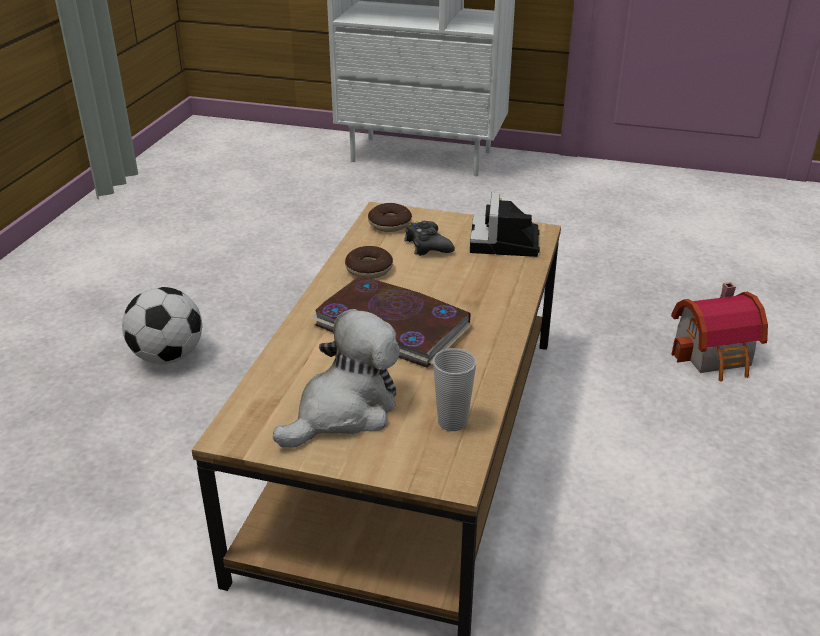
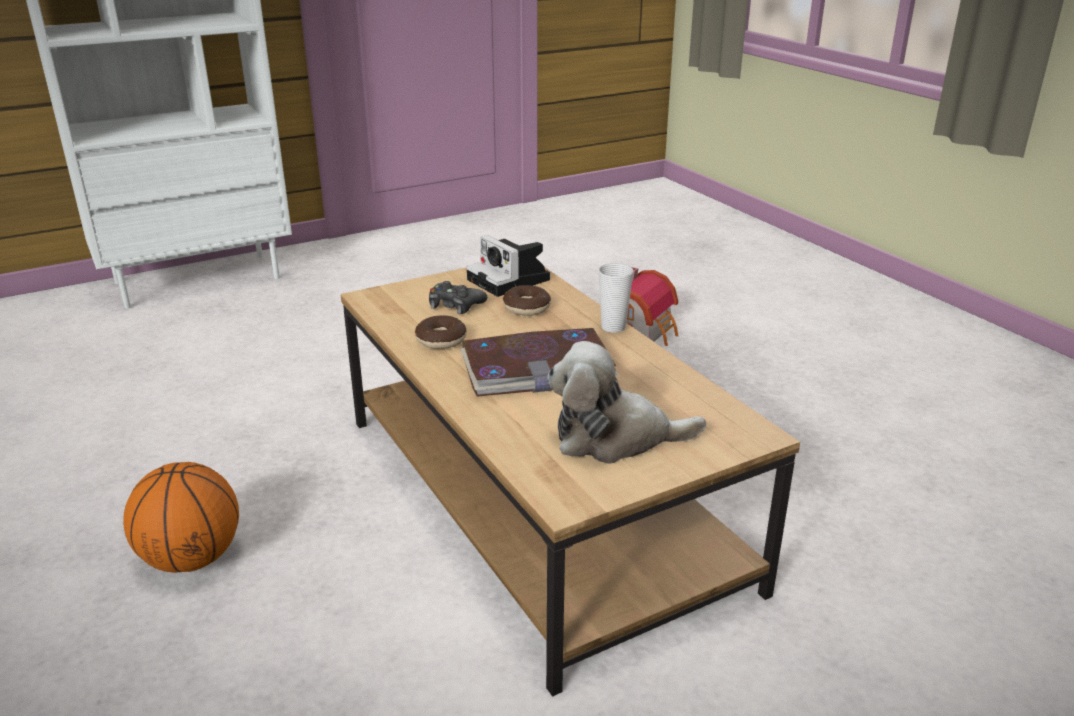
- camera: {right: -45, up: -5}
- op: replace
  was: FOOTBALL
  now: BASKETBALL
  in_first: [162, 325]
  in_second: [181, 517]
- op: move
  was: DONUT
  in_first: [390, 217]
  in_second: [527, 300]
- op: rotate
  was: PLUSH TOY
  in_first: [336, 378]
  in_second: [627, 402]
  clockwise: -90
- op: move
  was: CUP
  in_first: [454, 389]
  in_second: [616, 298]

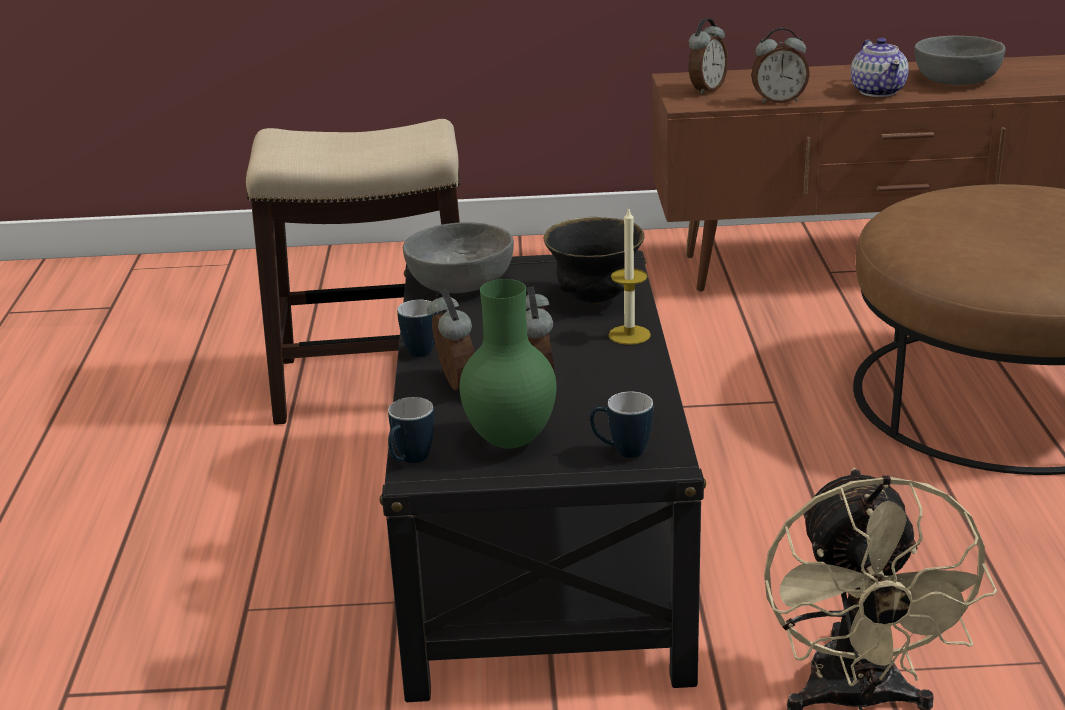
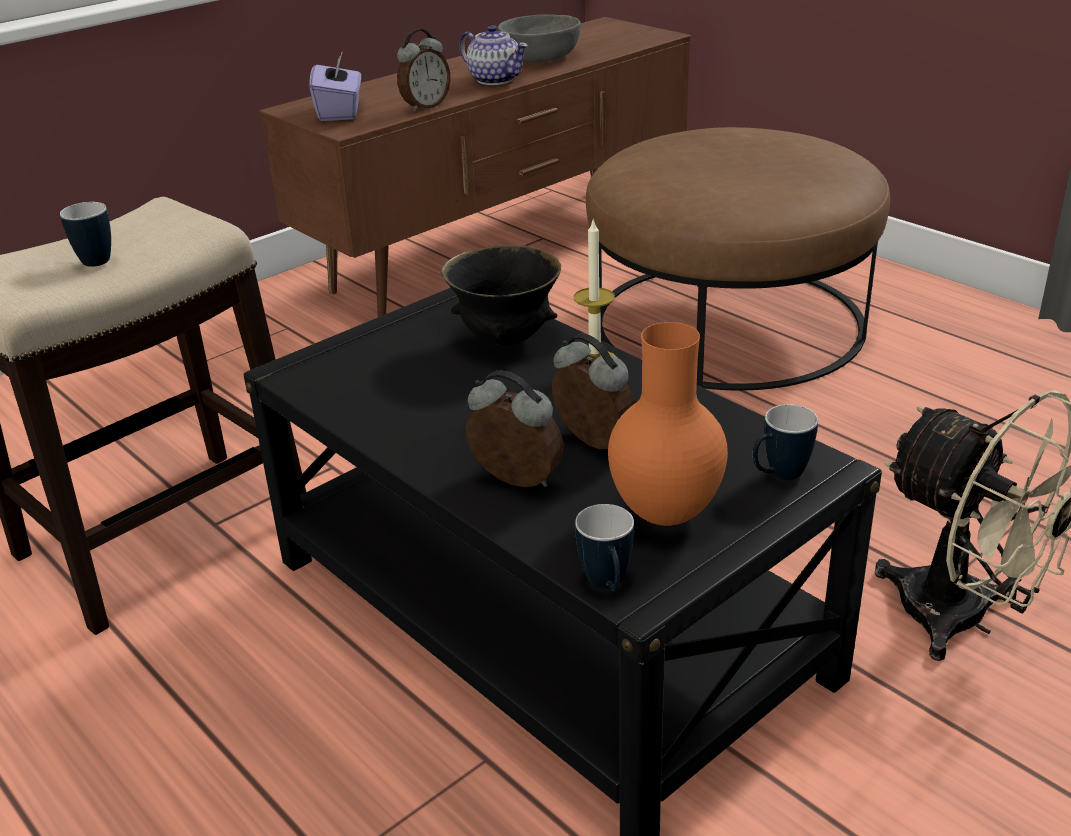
- camera: {right: -40, up: 5}
- op: move
  was: MUG
  in_first: [417, 328]
  in_second: [85, 234]
- op: replace
  was: ALARM CLOCK
  now: PURPLE TISSUE BOX
  in_first: [708, 56]
  in_second: [335, 86]
- op: recolor
  was: GREEN VASE
  now: ORANGE VASE
  in_first: [508, 364]
  in_second: [668, 424]
- op: delete
  was: GREY BOWL
  in_first: [458, 257]

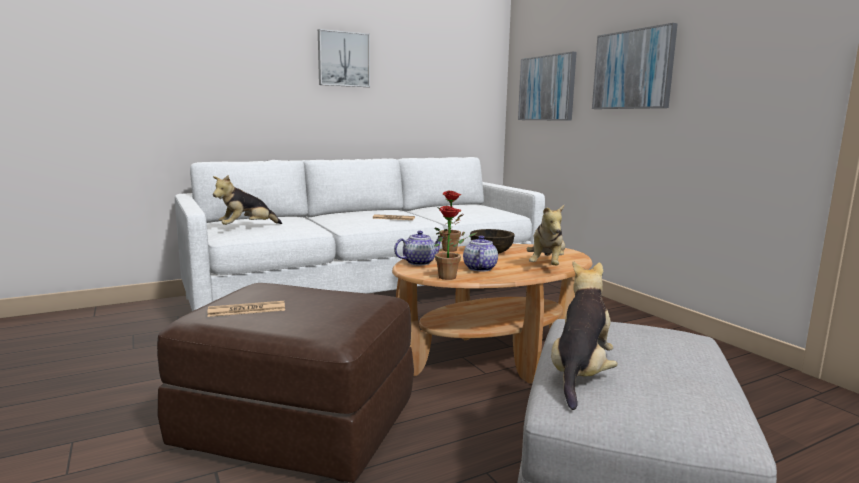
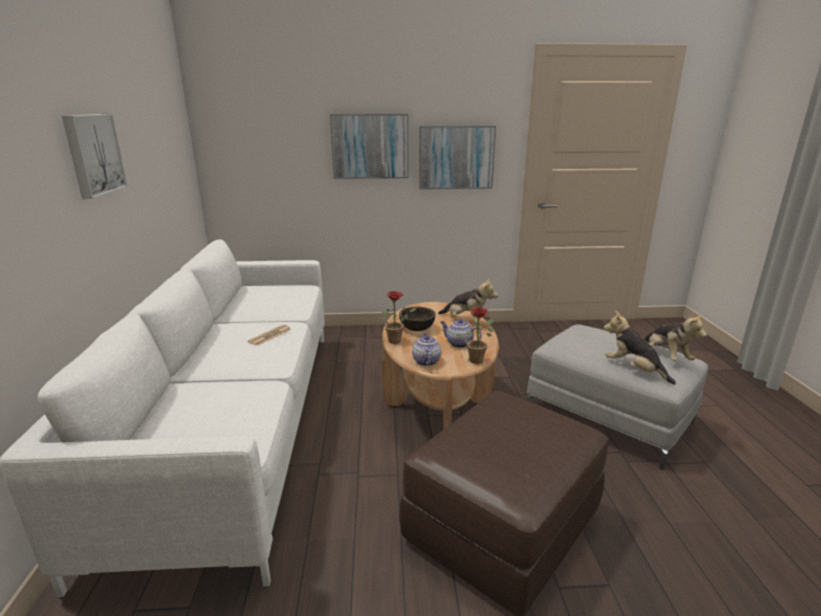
- camera: {right: -65, up: 10}
- op: move
  was: PICTURE
  in_first: [547, 86]
  in_second: [457, 157]
- op: move
  was: PLUSH TOY
  in_first: [247, 200]
  in_second: [674, 336]
- op: delete
  was: NEWSPAPER
  in_first: [246, 309]

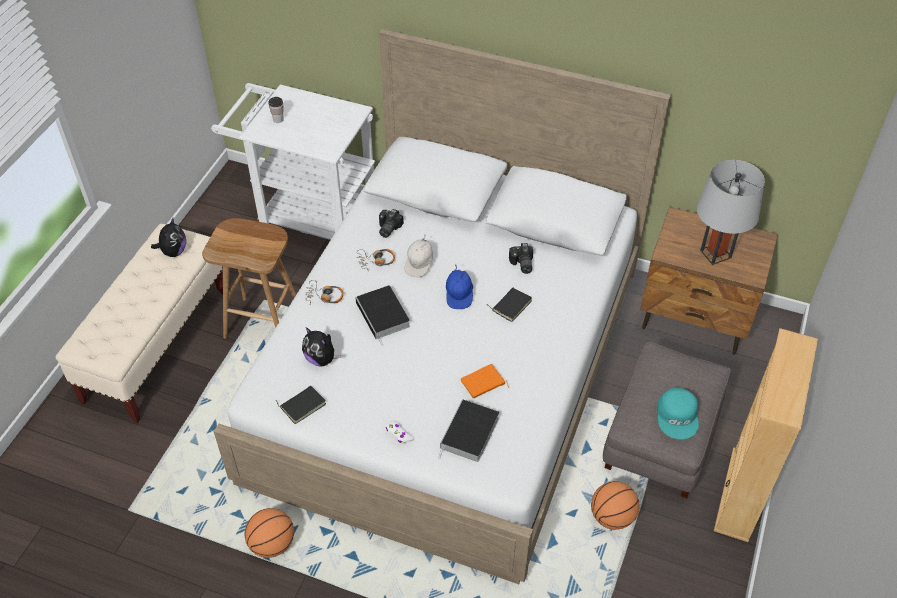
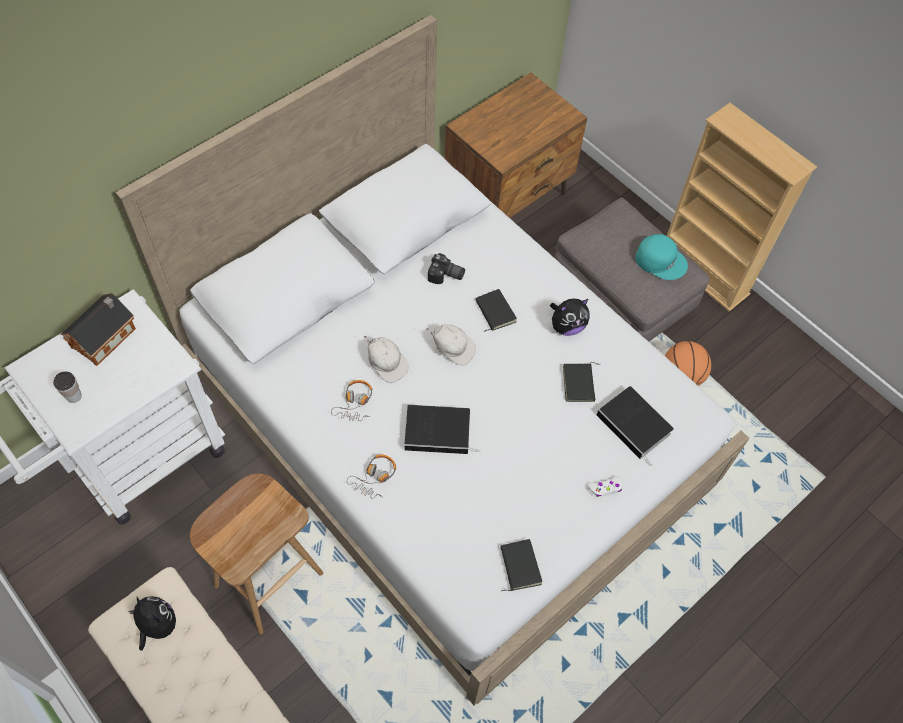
- camera: {right: -65, up: 10}
- op: insert
  now: TOY HOUSE
  in_second: [98, 329]
- op: recolor
  was: BLUE CAP
  now: WHITE CAP
  in_first: [459, 287]
  in_second: [451, 345]
- op: move
  was: PLUSH TOY
  in_first: [321, 347]
  in_second: [570, 317]
- op: recolor
  was: ORANGE BOOK
  now: BLACK BOOK
  in_first: [485, 381]
  in_second: [581, 382]
- op: delete
  was: BASKETBALL
  in_first: [269, 533]
- op: delete
  was: PHOTO CAMERA
  in_first: [391, 223]
- op: delete
  was: GREY TABLE LAMP
  in_first: [731, 212]

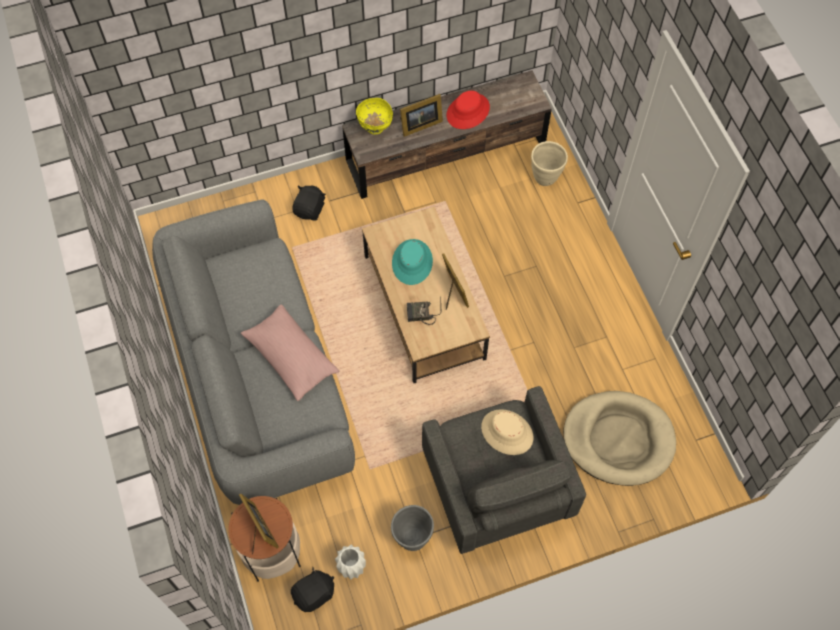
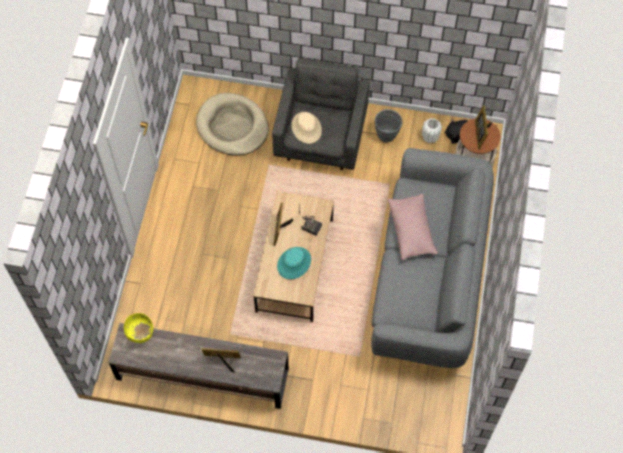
- camera: {right: -150, up: 0}
- op: move
  was: YELLOW BOWL
  in_first: [374, 116]
  in_second: [139, 328]
- op: delete
  was: BLACK PLUSH TOY
  in_first: [309, 203]
- op: delete
  was: RED HAT
  in_first: [468, 109]
- op: delete
  was: BEIGE PLANTER
  in_first: [549, 163]

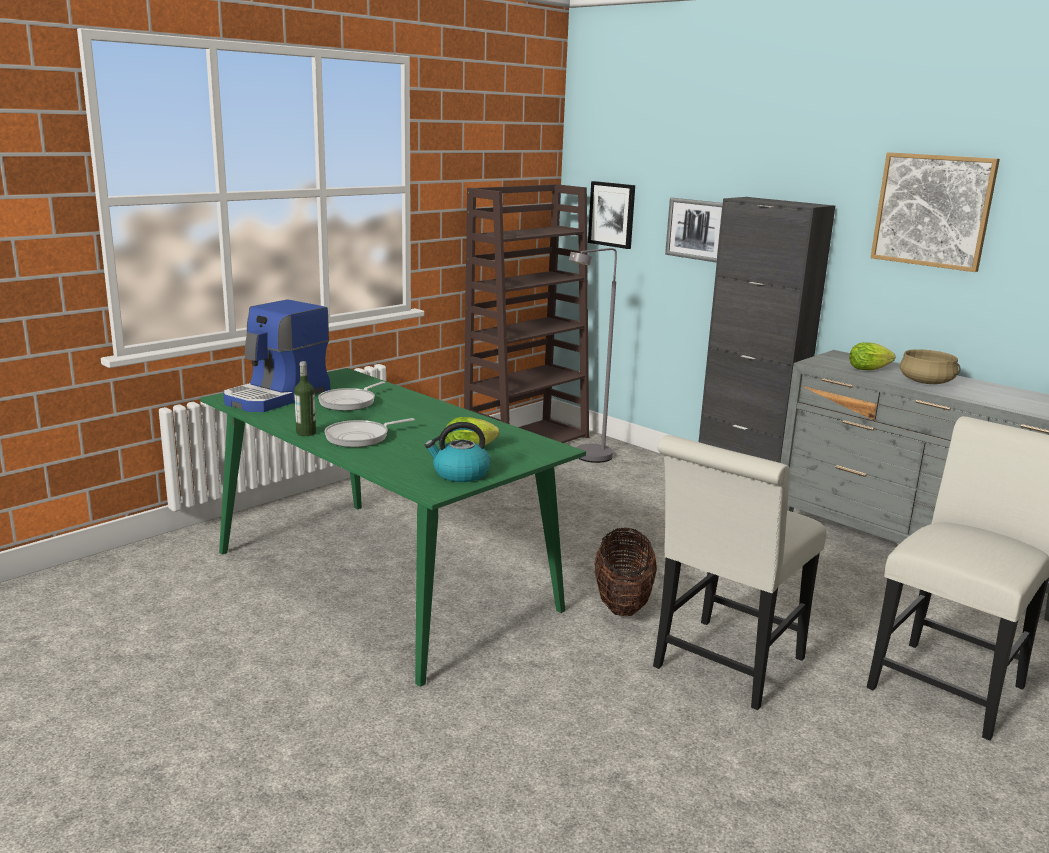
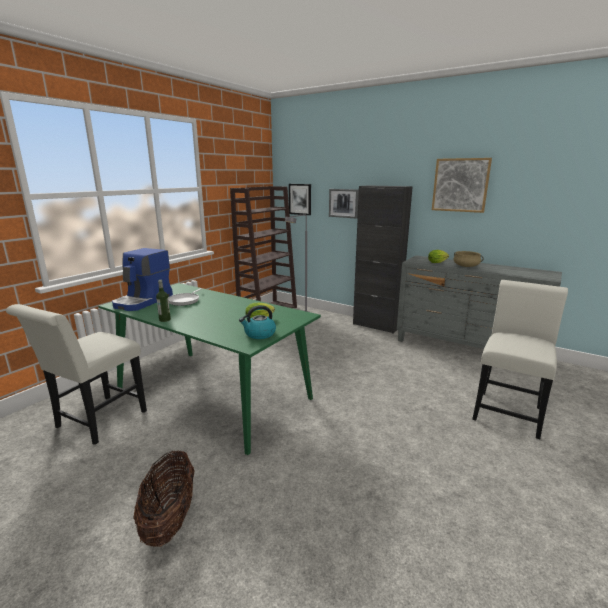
- camera: {right: -10, up: 0}
- op: move
  was: WHITE CHAIR
  in_first: [739, 572]
  in_second: [76, 374]
- op: move
  was: BASKET
  in_first: [625, 572]
  in_second: [163, 498]
- op: delete
  was: FRYING PAN
  in_first: [369, 432]

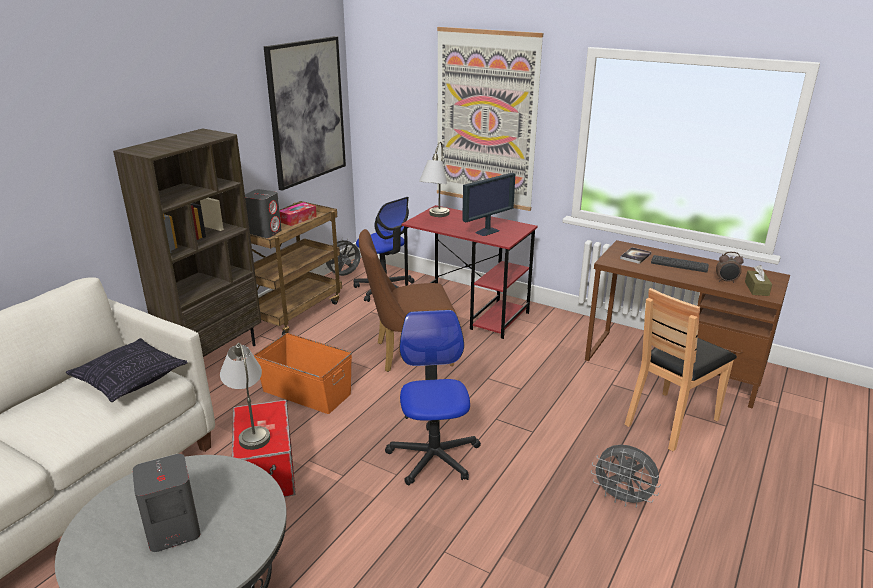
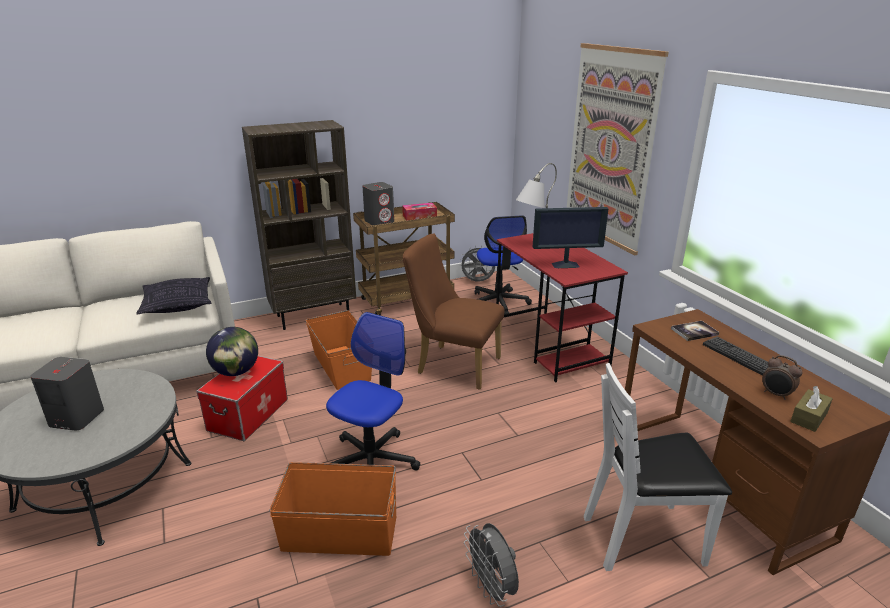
- camera: {right: 35, up: 0}
- op: replace
  was: GREY TABLE LAMP
  now: GLOBE
  in_first: [245, 396]
  in_second: [232, 351]
- op: insert
  now: ORANGE STORAGE BOX
  in_second: [332, 509]
- op: recolor
  was: BROWN CHAIR
  now: WHITE CHAIR
  in_first: [681, 369]
  in_second: [658, 467]
- op: delete
  was: PICTURE
  in_first: [305, 113]

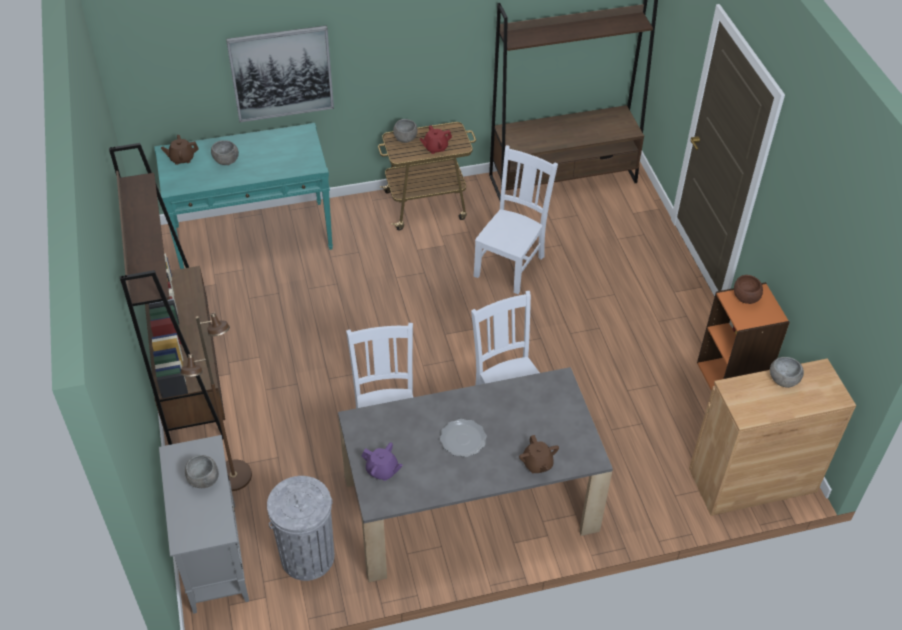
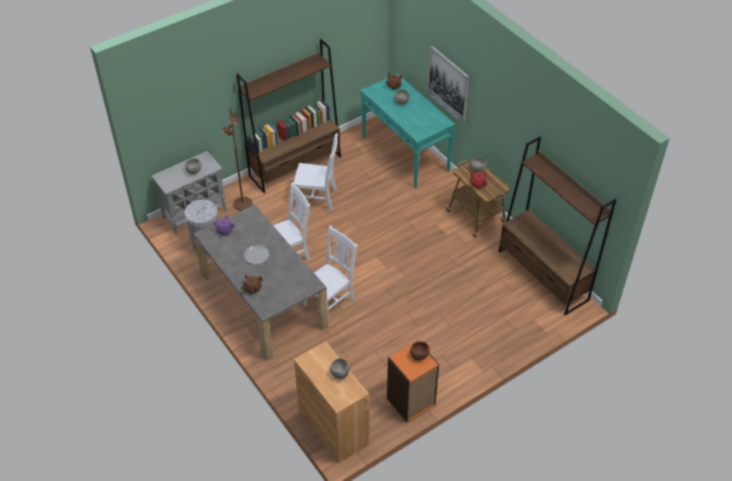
- camera: {right: 70, up: 0}
- op: move
  was: WHITE CHAIR
  in_first: [516, 219]
  in_second: [316, 172]

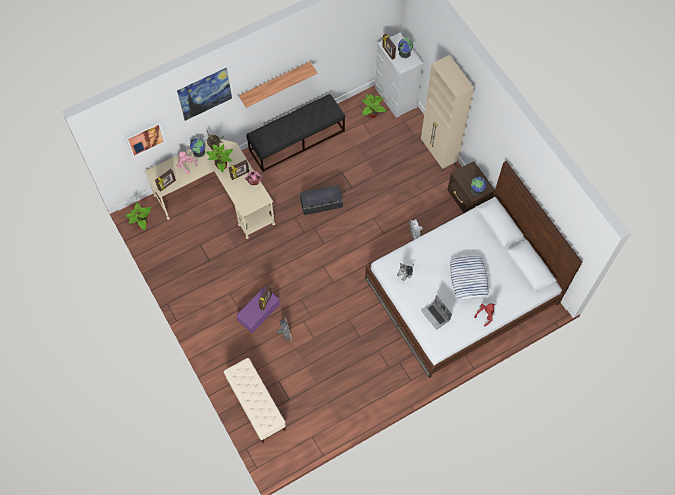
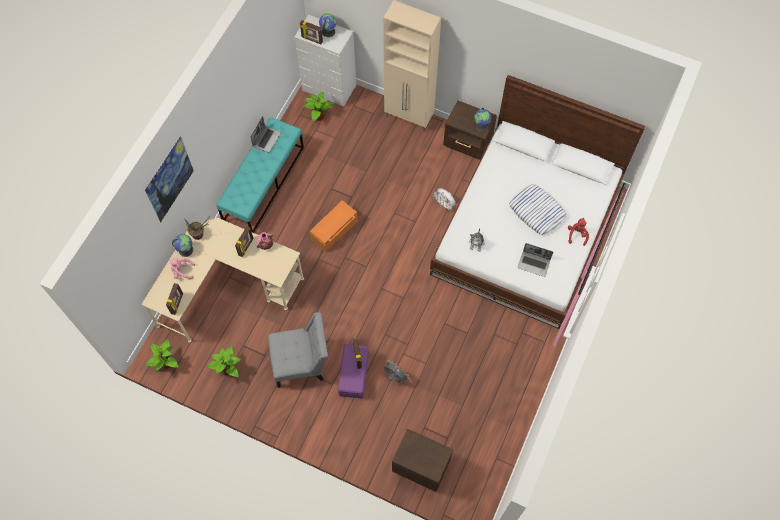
- camera: {right: -35, up: 0}
- op: move
  was: POTTED PLANT
  in_first: [219, 158]
  in_second: [223, 361]
- op: recolor
  was: BLACK BENCH
  now: TURQUOISE BENCH
  in_first: [295, 133]
  in_second: [260, 175]
- op: insert
  now: LAPTOP
  in_second: [265, 134]
- op: insert
  now: GREY CHAIR
  in_second: [298, 350]
- op: recolor
  was: BLACK STORAGE BOX
  now: ORANGE STORAGE BOX
  in_first: [321, 200]
  in_second: [334, 226]
- op: replace
  was: BEIGE BENCH
  now: BROWN NIGHTSTAND
  in_first: [255, 400]
  in_second: [422, 460]
- op: delete
  was: PICTURE
  in_first: [145, 139]
- op: delete
  was: SHELF
  in_first: [278, 85]

